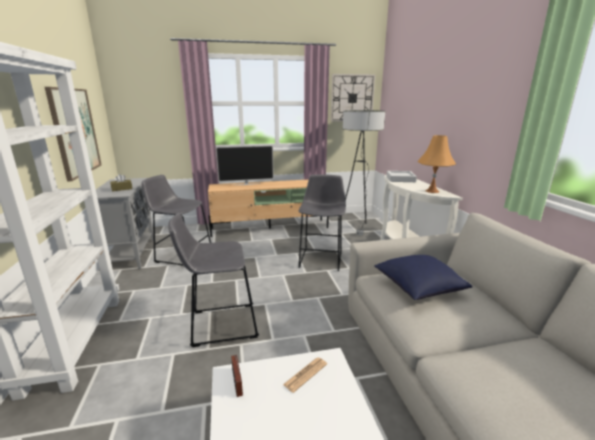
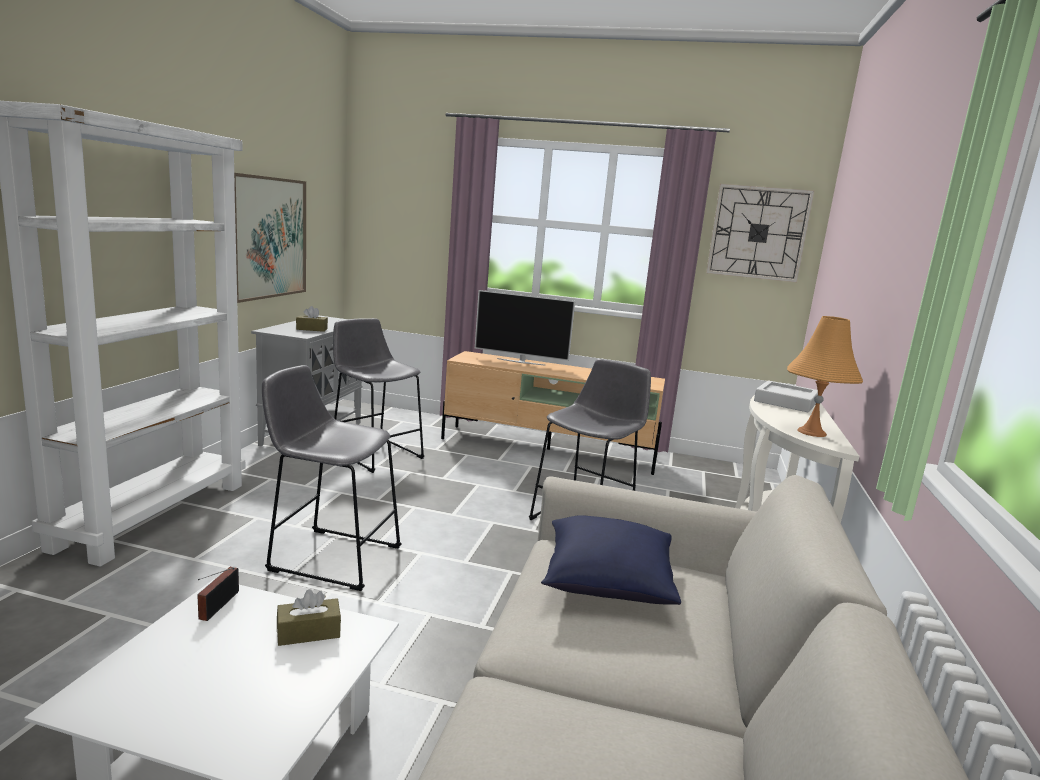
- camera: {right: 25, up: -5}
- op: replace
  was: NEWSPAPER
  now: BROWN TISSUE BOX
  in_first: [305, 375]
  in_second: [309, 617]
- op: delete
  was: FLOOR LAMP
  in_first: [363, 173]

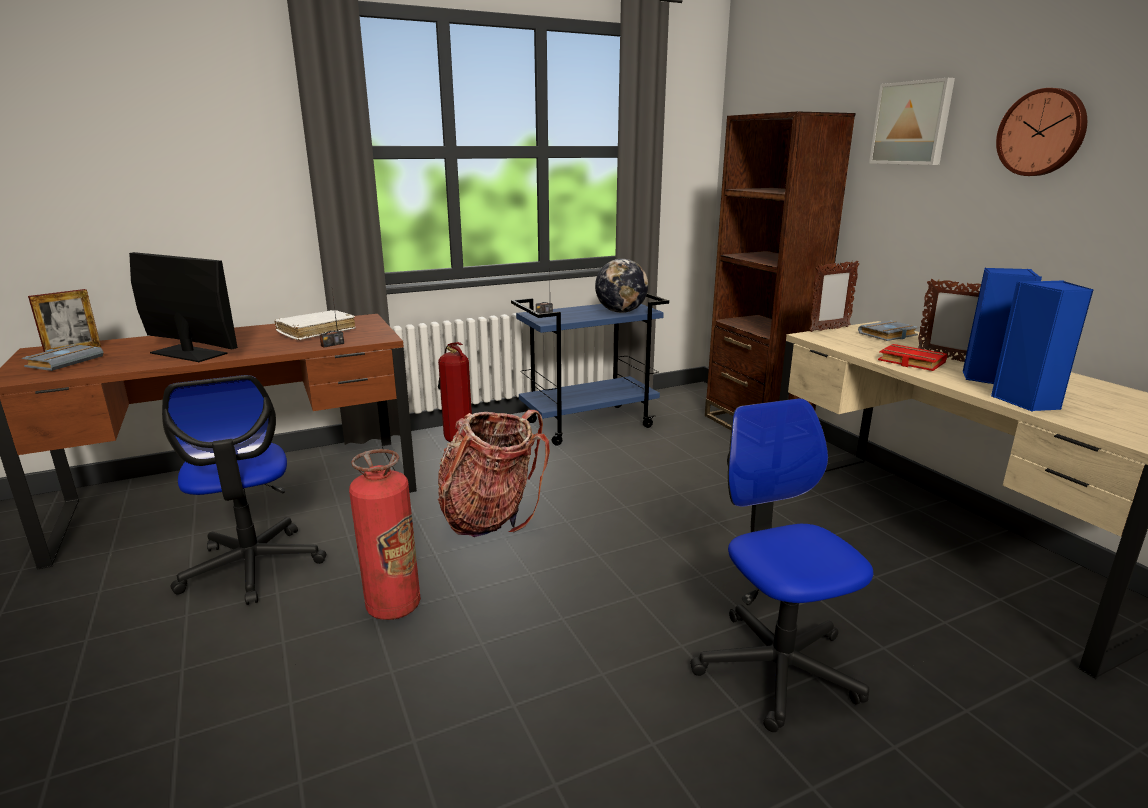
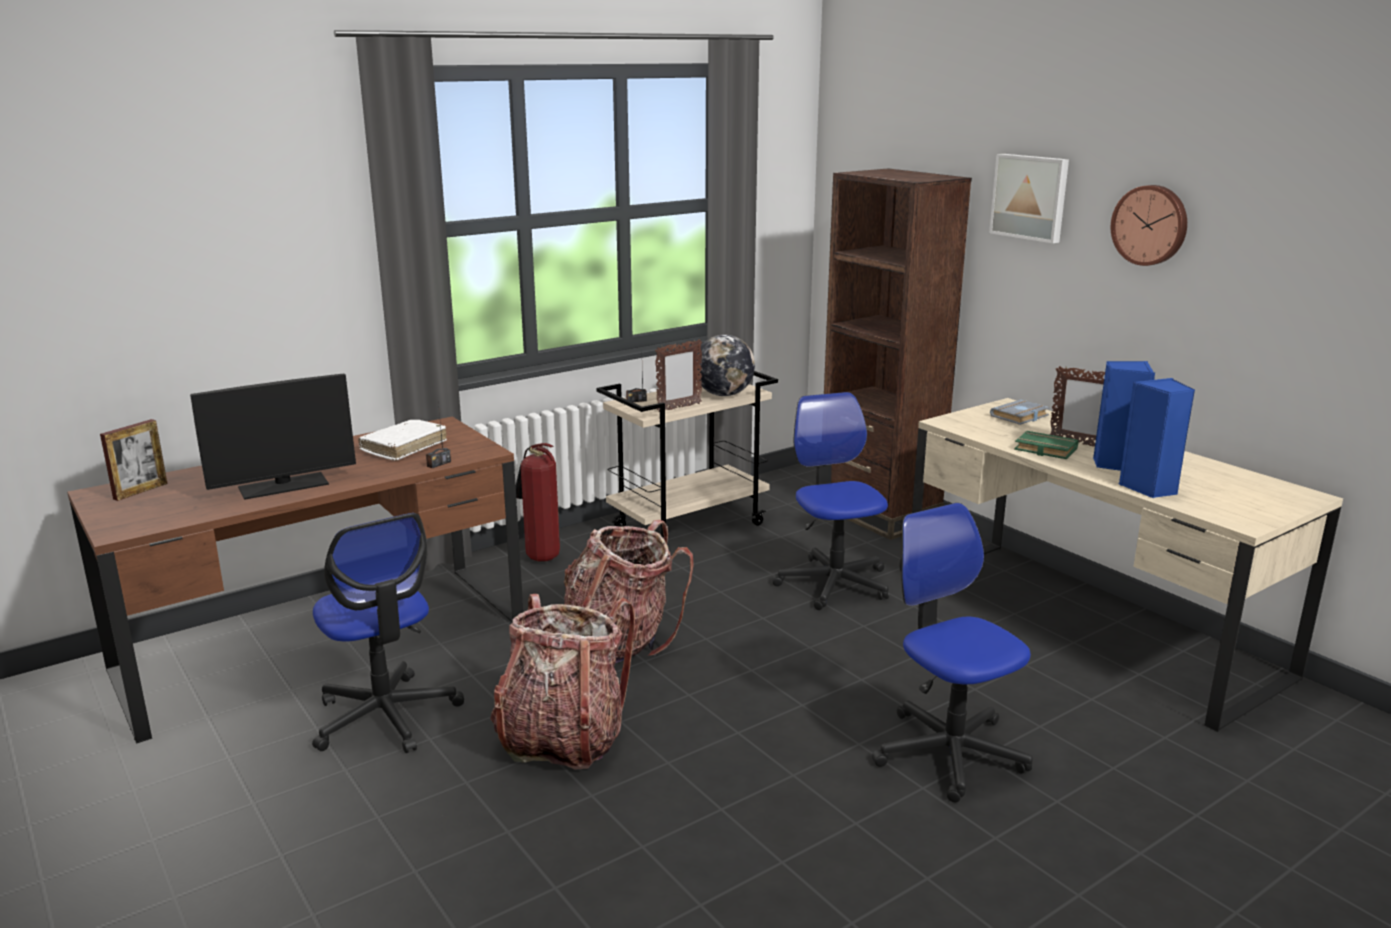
- camera: {right: -10, up: 0}
- op: rotate
  was: MONITOR
  in_first: [183, 307]
  in_second: [273, 437]
  clockwise: 135
- op: replace
  was: FIRE EXTINGUISHER
  now: BACKPACK
  in_first: [385, 534]
  in_second: [562, 682]
- op: recolor
  was: BLUE CART
  now: BEIGE CART
  in_first: [590, 369]
  in_second: [687, 454]
- op: move
  was: PICTURE FRAME
  in_first: [834, 296]
  in_second: [678, 375]
- op: insert
  now: OFFICE CHAIR
  in_second: [830, 501]
- op: recolor
  was: RED BOOK
  now: GREEN BOOK
  in_first: [912, 357]
  in_second: [1046, 445]
- op: delete
  was: GREY BOOK
  in_first: [63, 357]

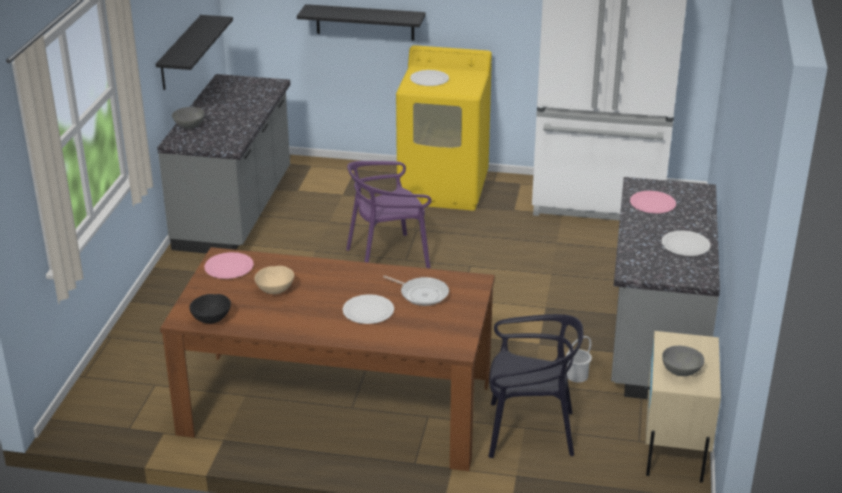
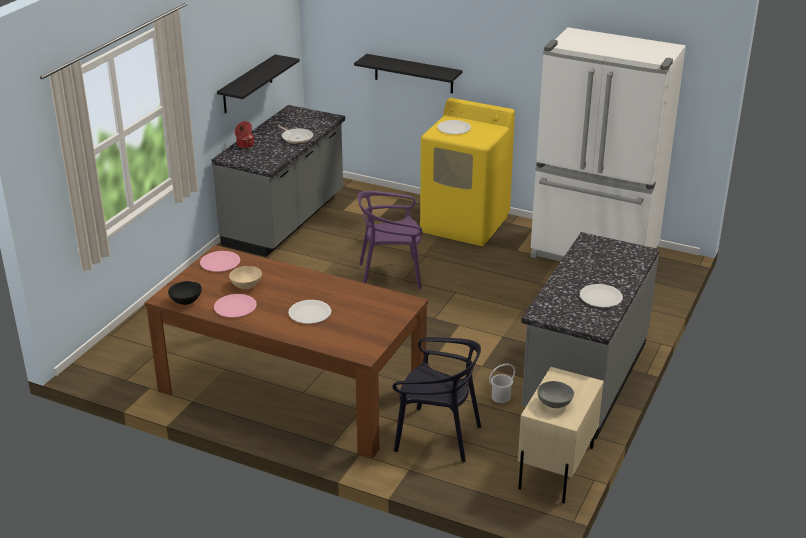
- camera: {right: 15, up: 0}
- op: move
  was: PINK PLATE
  in_first: [653, 202]
  in_second: [235, 306]
- op: replace
  was: GREY BOWL
  now: COOKING POT
  in_first: [188, 117]
  in_second: [244, 134]
- op: move
  was: FRYING PAN
  in_first: [416, 290]
  in_second: [295, 134]

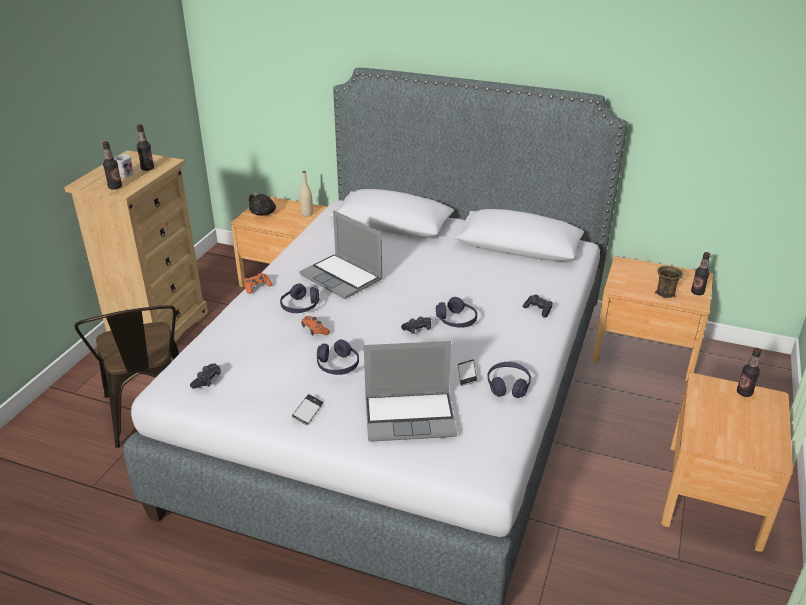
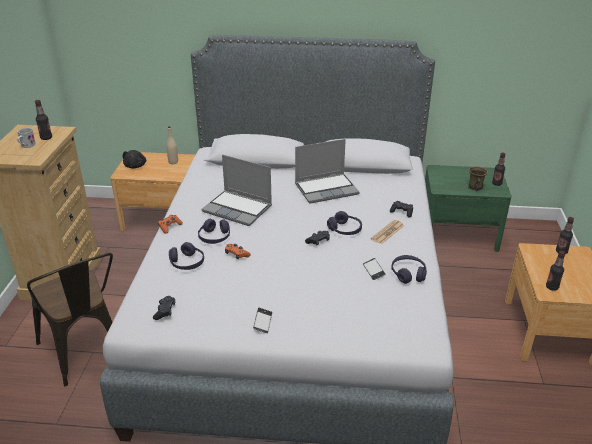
- camera: {right: -15, up: 0}
- op: move
  was: PURPLE HEADPHONES
  in_first: [338, 357]
  in_second: [186, 256]
- op: move
  was: LAPTOP
  in_first: [410, 391]
  in_second: [327, 171]
- op: insert
  now: NEWSPAPER
  in_second: [387, 232]
- op: recolor
  was: BROWN NIGHTSTAND
  now: GREEN NIGHTSTAND
  in_first: [652, 318]
  in_second: [468, 208]
- op: move
  was: BOTTLE
  in_first: [112, 165]
  in_second: [555, 271]

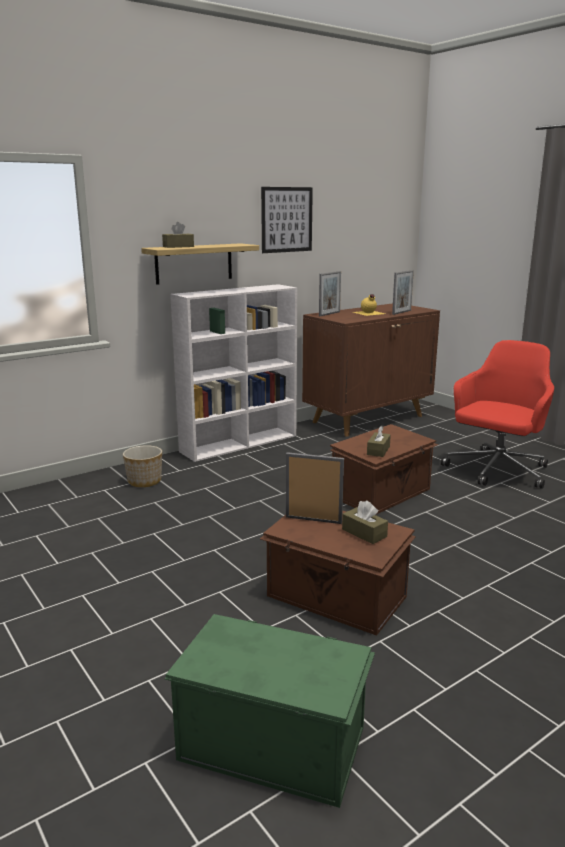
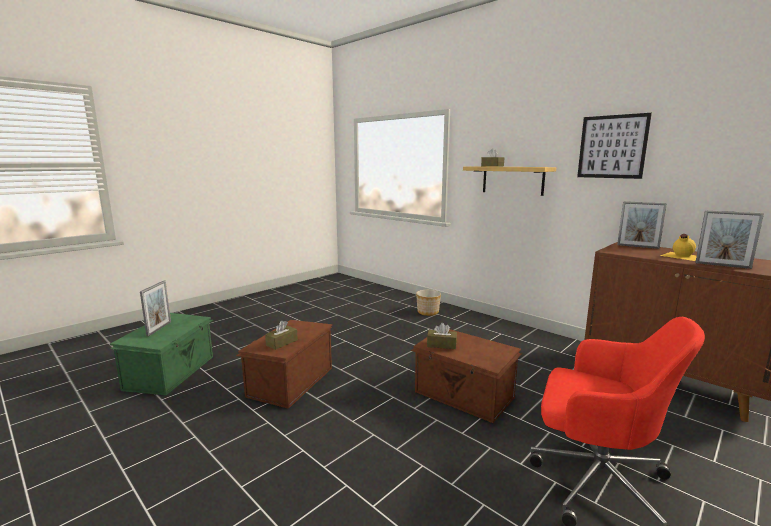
- camera: {right: 80, up: -5}
- op: move
  was: PICTURE FRAME
  in_first: [315, 488]
  in_second: [155, 308]
- op: delete
  was: WHITE BOOKCASE
  in_first: [233, 373]

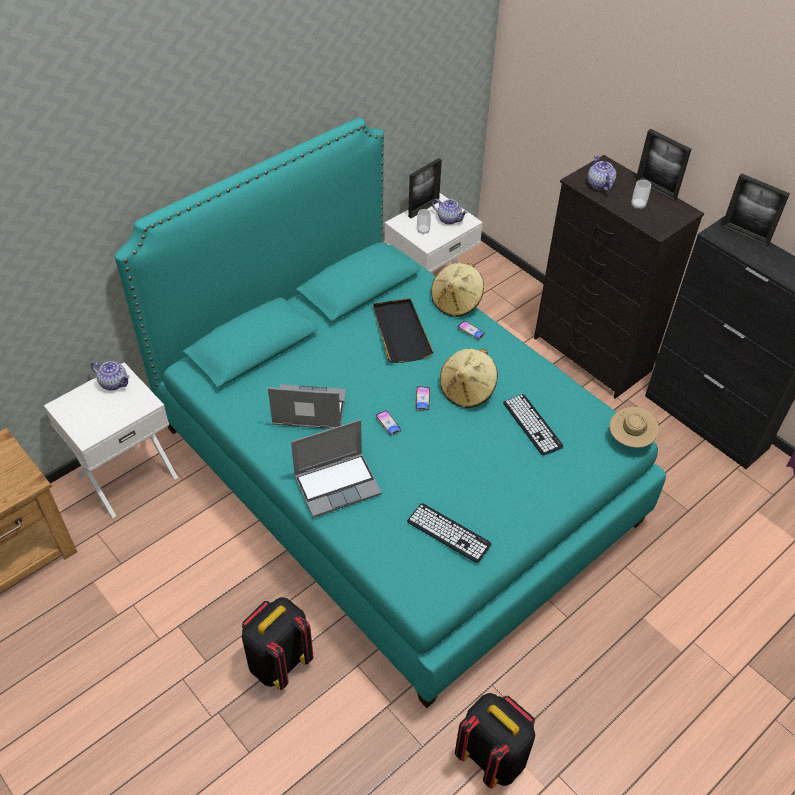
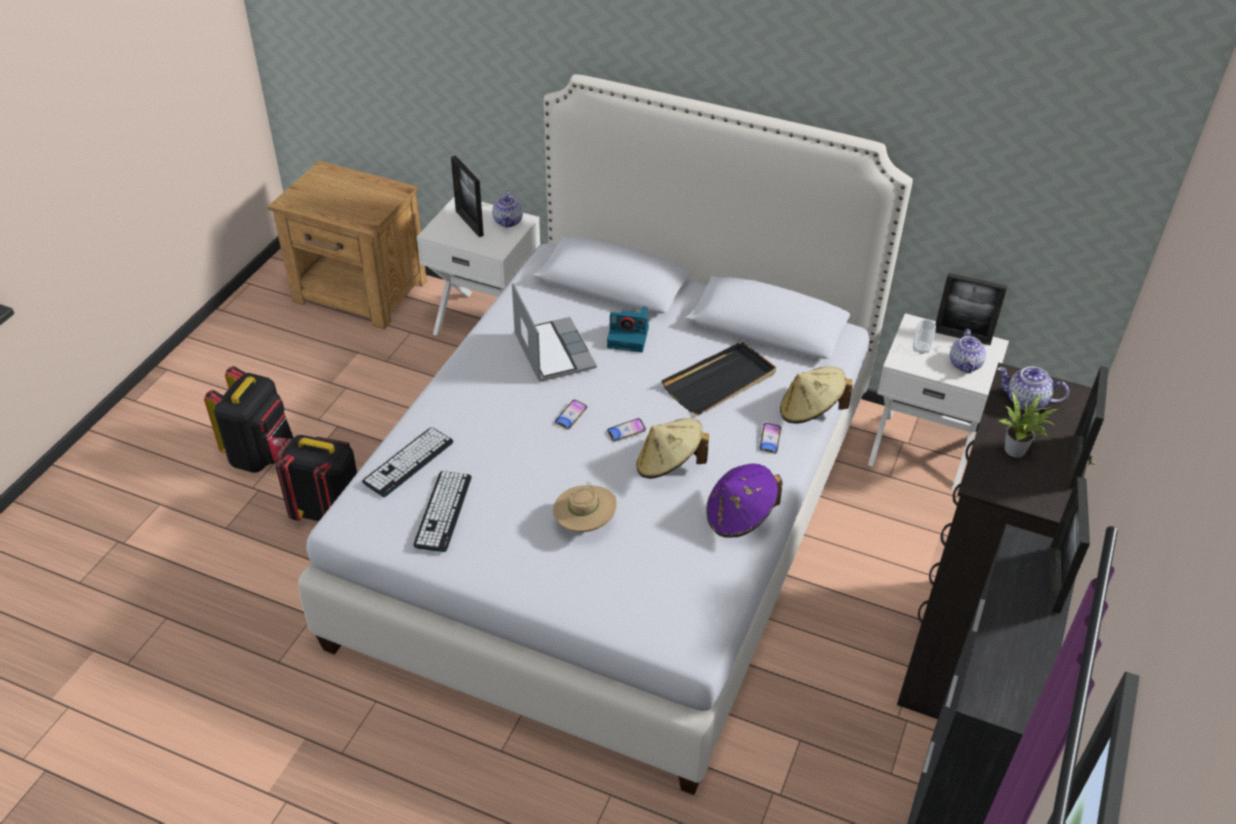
- camera: {right: 65, up: -5}
- op: move
  was: BLACK BACKPACK
  in_first: [495, 741]
  in_second: [248, 419]
- op: recolor
  was: TURQUOISE BED
  now: WHITE BED
  in_first: [390, 413]
  in_second: [605, 434]
- op: move
  was: KEYBOARD
  in_first: [533, 425]
  in_second: [408, 462]
- op: insert
  now: PICTURE FRAME
  in_second: [467, 196]
- op: move
  was: BEIGE HAT
  in_first: [634, 427]
  in_second: [585, 506]
- op: insert
  now: PHOTO CAMERA
  in_second: [628, 329]
- op: insert
  now: PURPLE HAT
  in_second: [744, 501]
- op: rotate
  was: TEAPOT
  in_first: [602, 173]
  in_second: [1033, 388]
  clockwise: -120
- op: replace
  was: CUP
  now: POTTED PLANT
  in_first: [641, 194]
  in_second: [1028, 425]
- op: delete
  was: LAPTOP
  in_first: [336, 469]

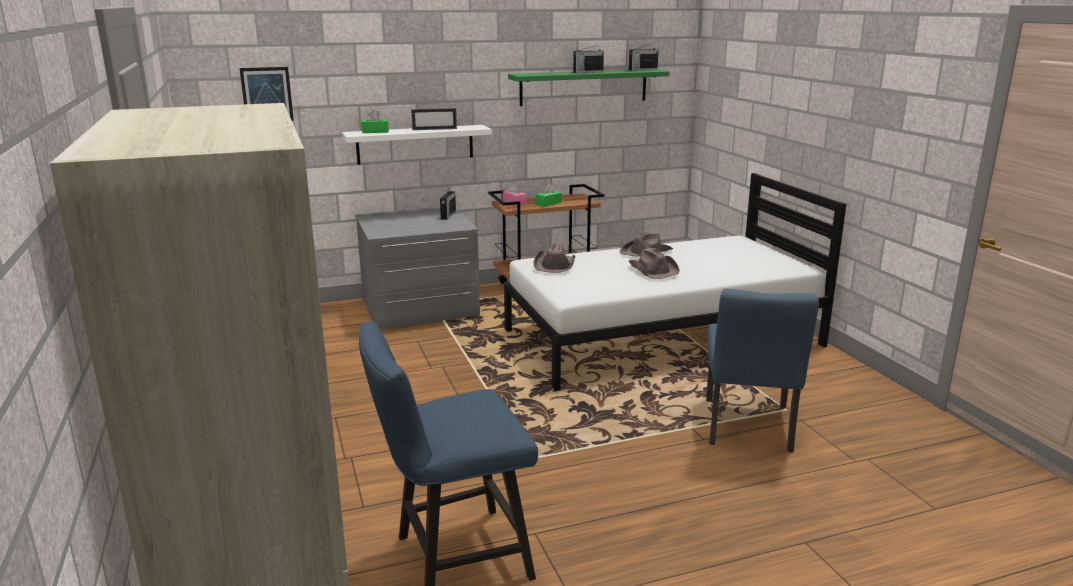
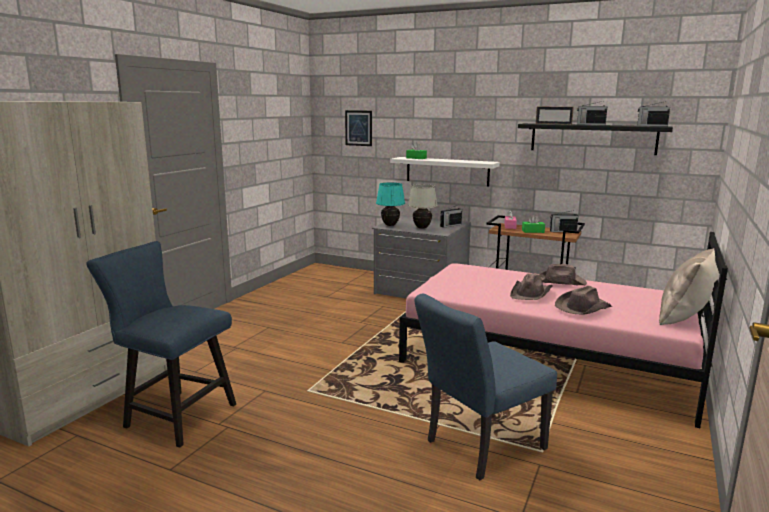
- camera: {right: 45, up: -5}
- op: insert
  now: TURQUOISE TABLE LAMP
  in_second: [390, 204]
- op: recolor
  was: WHITE BED
  now: PINK BED
  in_first: [675, 282]
  in_second: [563, 330]
- op: insert
  now: WHITE TABLE LAMP
  in_second: [423, 206]
- op: recolor
  was: GREEN SHELF
  now: BLACK SHELF
  in_first: [588, 88]
  in_second: [595, 139]
- op: move
  was: PICTURE FRAME
  in_first: [434, 119]
  in_second: [555, 115]
- op: insert
  now: RADIO
  in_second: [564, 221]
- op: move
  was: BROWN HAT
  in_first: [554, 258]
  in_second: [583, 300]
- op: insert
  now: BEIGE PILLOW
  in_second: [689, 286]

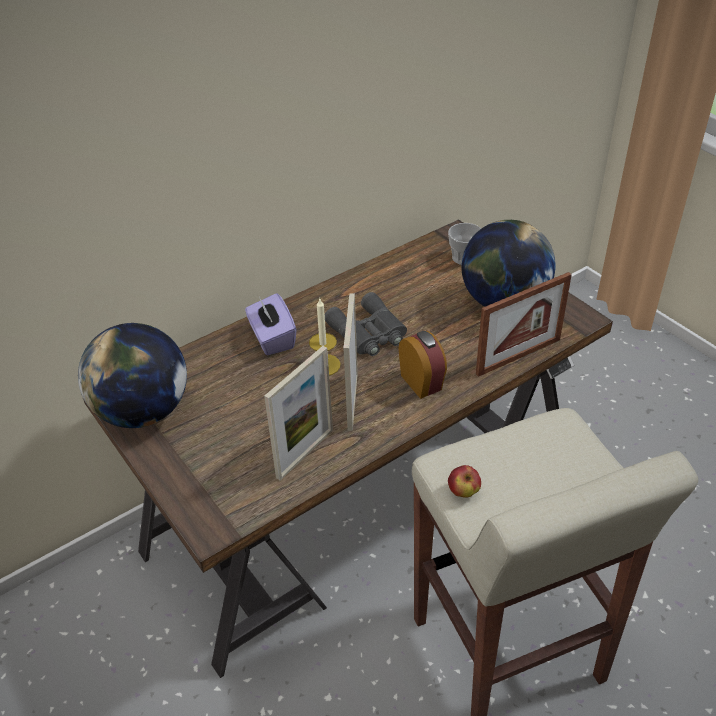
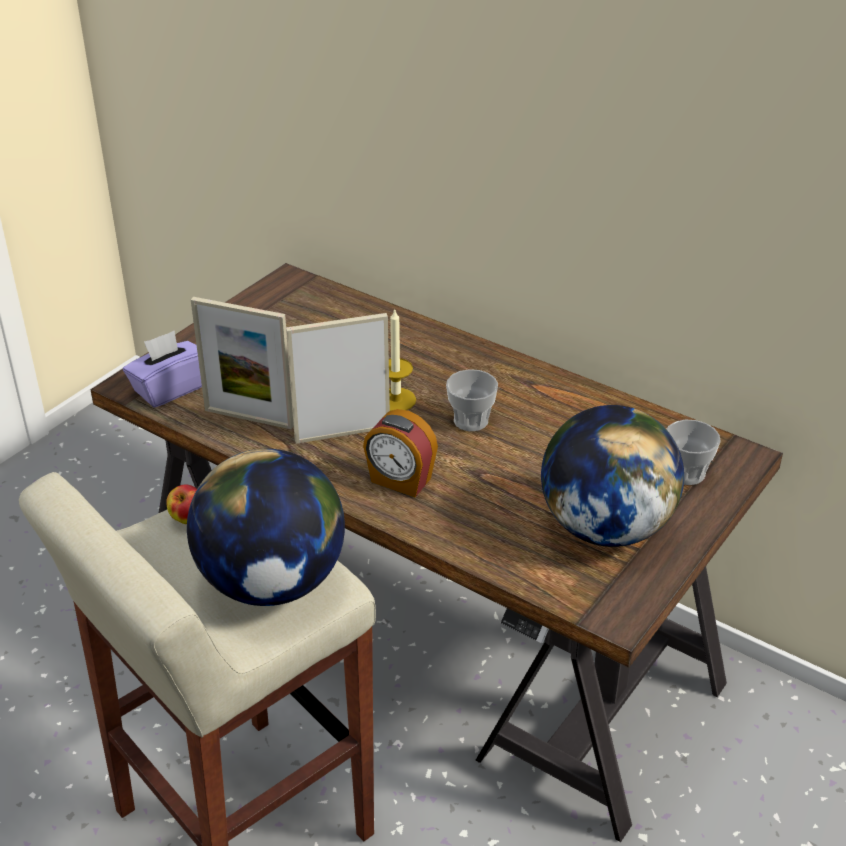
- camera: {right: 70, up: -5}
- op: move
  was: PURPLE TISSUE BOX
  in_first: [270, 324]
  in_second: [162, 369]
- op: move
  was: GLOBE
  in_first: [132, 375]
  in_second: [266, 527]
- op: rotate
  was: ALARM CLOCK
  in_first: [422, 365]
  in_second: [400, 453]
  clockwise: 75
- op: replace
  was: GREY BINOCULARS
  now: CUP
  in_first: [366, 324]
  in_second: [472, 400]
- op: delete
  was: PICTURE FRAME
  in_first: [524, 324]

